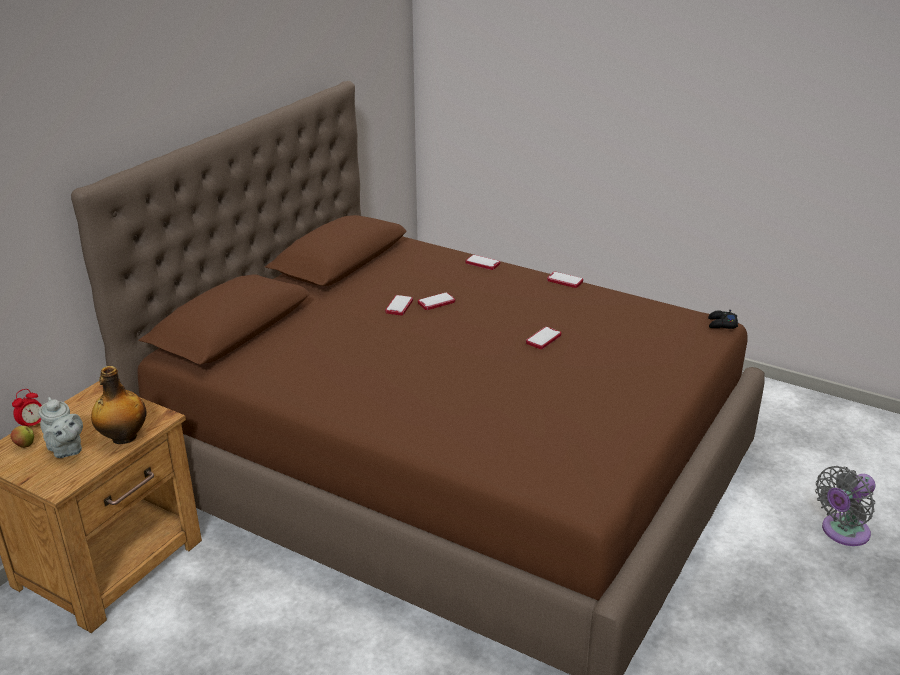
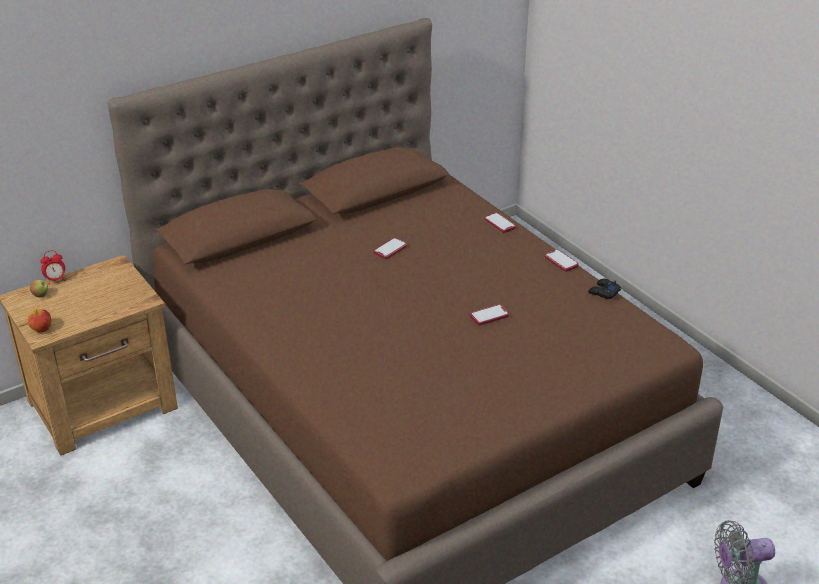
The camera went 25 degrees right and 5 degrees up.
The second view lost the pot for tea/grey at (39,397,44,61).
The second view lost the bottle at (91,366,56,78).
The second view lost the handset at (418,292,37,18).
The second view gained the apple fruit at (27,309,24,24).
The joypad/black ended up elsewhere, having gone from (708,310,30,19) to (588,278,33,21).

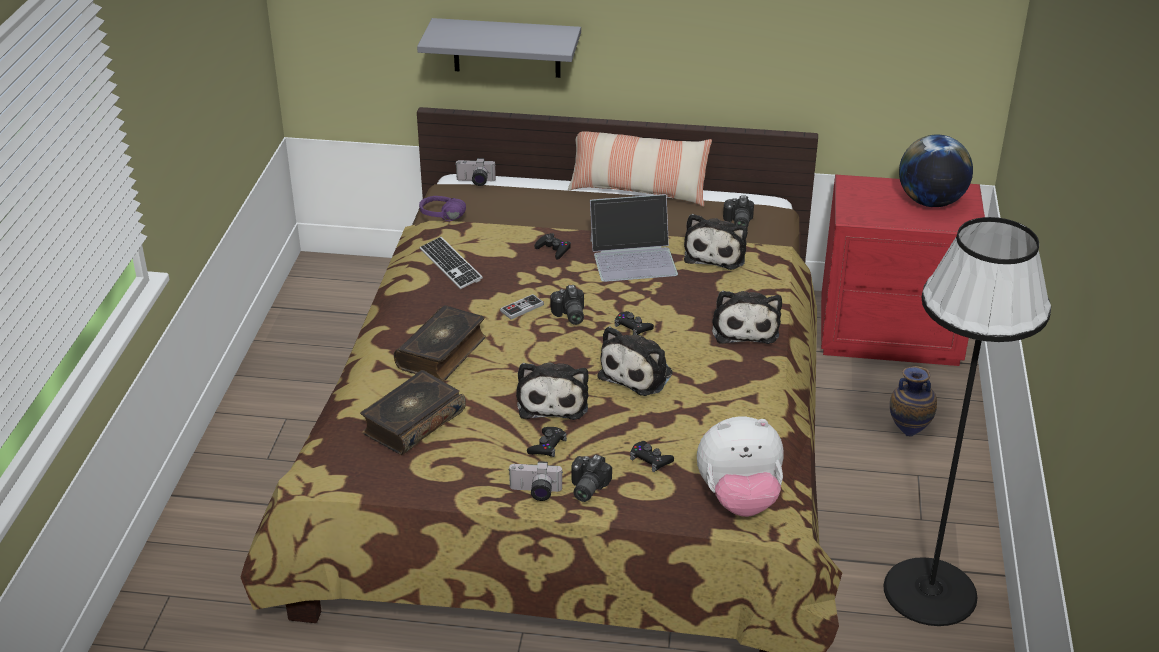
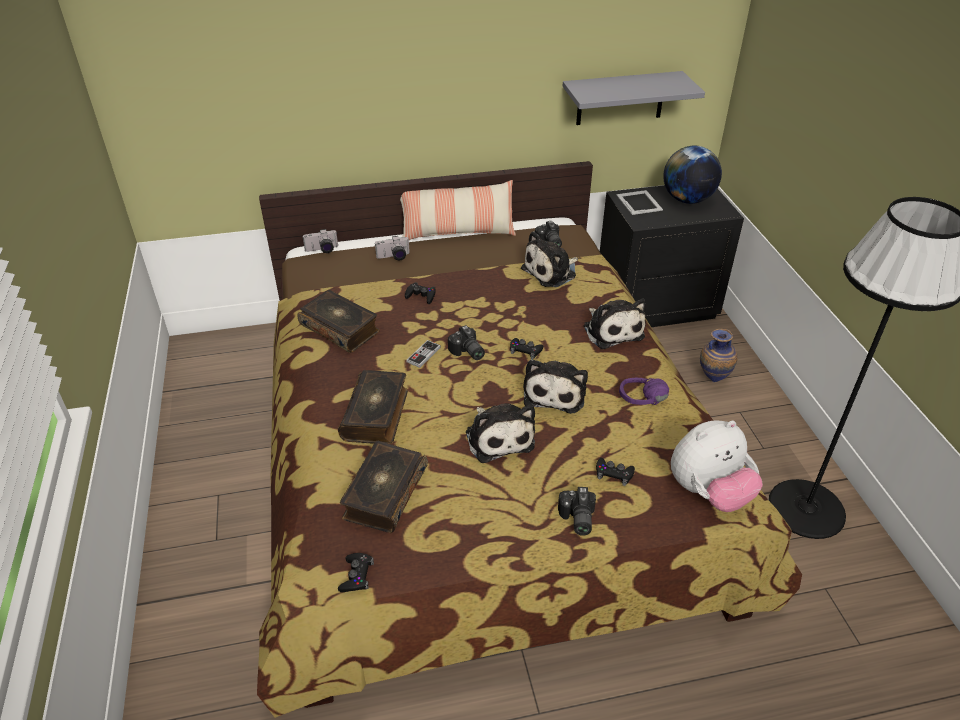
The camera went 20 degrees left and 5 degrees up.
The second view lost the laptop at (590,194,88,88).
The second view gained the photo frame at (617,190,46,25).
The bracket shelf/grey ended up elsewhere, having gone from (417,18,164,60) to (563,71,142,54).
The headset/purple ended up elsewhere, having gone from (419,196,47,25) to (619,378,50,27).
The photo camera ended up elsewhere, having gone from (508,461,54,40) to (375,236,35,24).
The joypad/black ended up elsewhere, having gone from (527,427,40,30) to (338,553,36,39).
Where the keyboard stood at (419,237,64,52), the volume came to stand at (298,290,82,63).
What was the night table/reddish at (821,175,164,191) turned into the night table/black at (600,185,144,142).
The cuddly toy at (684,214,64,56) ended up facing another way, 60 degrees clockwise from before.

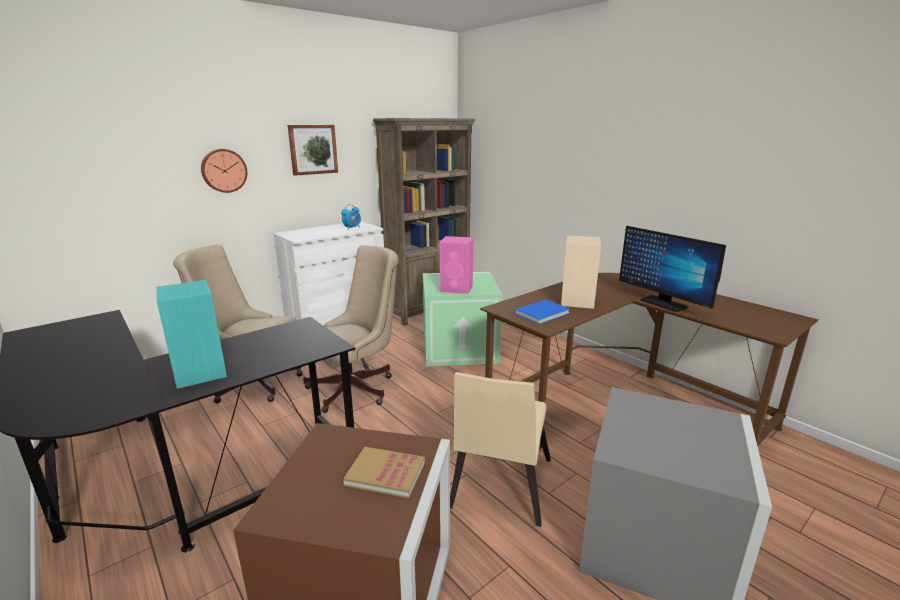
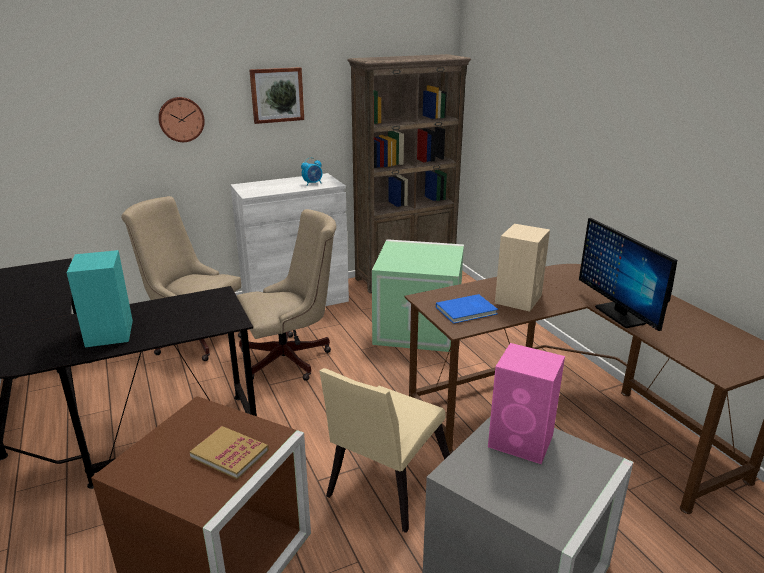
The camera went 15 degrees right and 5 degrees up.
The audio speaker/pinkish ended up elsewhere, having gone from (440,236,34,58) to (488,343,77,121).

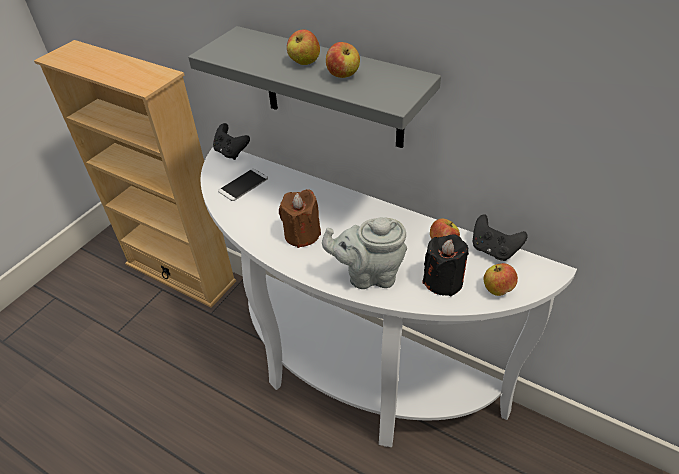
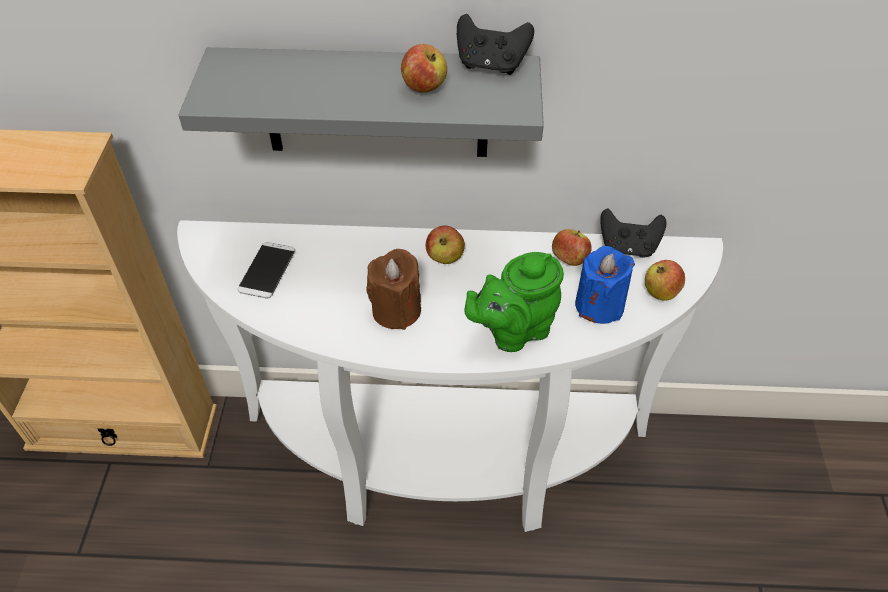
The camera went 30 degrees left and 5 degrees up.
The joypad/black ended up elsewhere, having gone from (213,123,37,37) to (457,14,77,61).
The apple fruit ended up elsewhere, having gone from (287,29,33,36) to (426,226,39,38).
What was the pot for tea/grey at (322,217,85,72) turned into the pot for tea/green at (465,252,99,100).
What was the wax light/black at (422,234,47,62) turned into the wax light/bluish at (575,246,60,78).

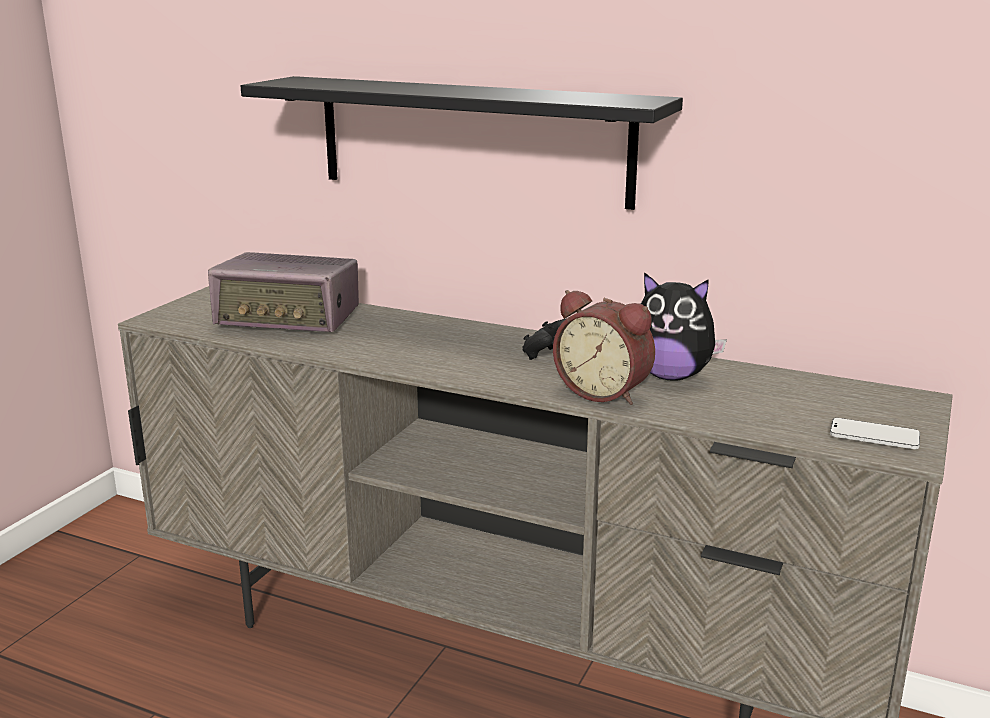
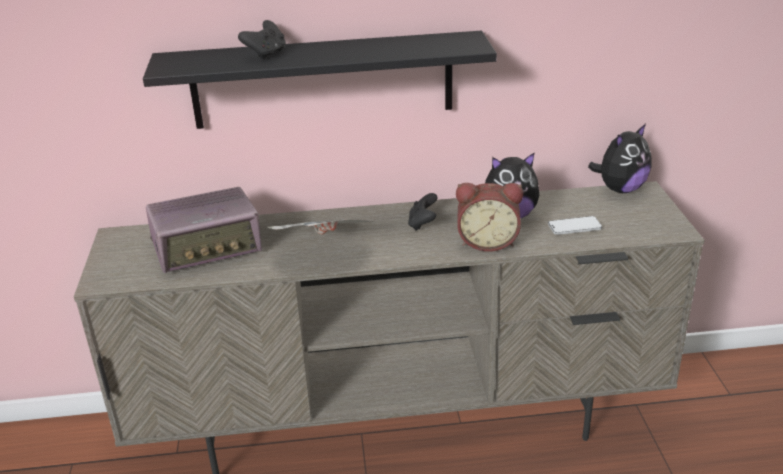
The camera went 30 degrees left and 10 degrees up.
The second view gained the joypad/black at (238,20,48,40).
The second view gained the newspaper at (267,219,108,16).
The second view gained the cuddly toy at (588,124,64,69).
The handset ended up elsewhere, having gone from (830,418,90,31) to (548,216,54,19).

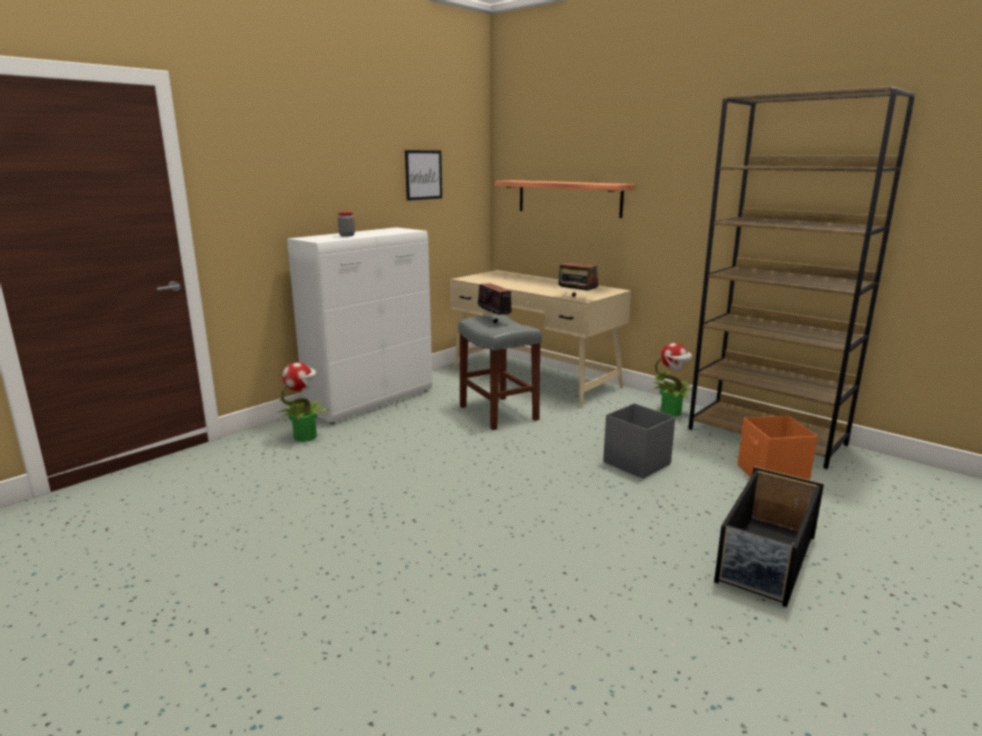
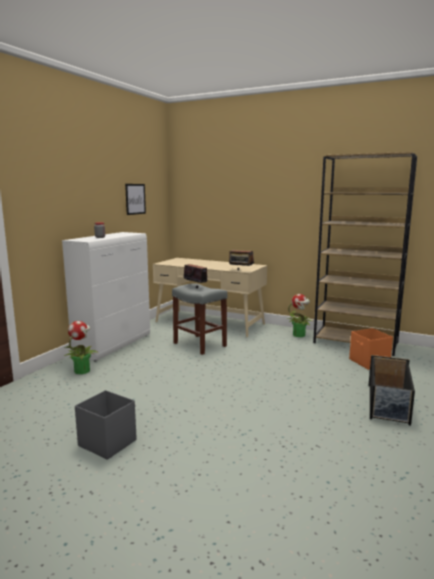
The camera went 15 degrees left and 5 degrees down.
The second view lost the bracket shelf at (494,180,141,38).
The storage box/grey ended up elsewhere, having gone from (603,403,72,76) to (75,390,62,70).

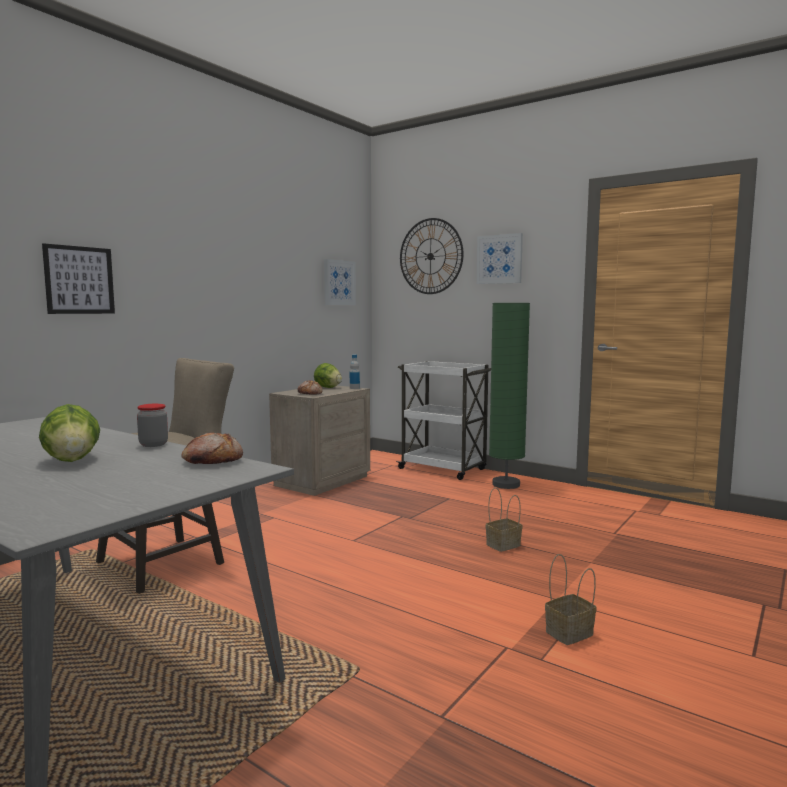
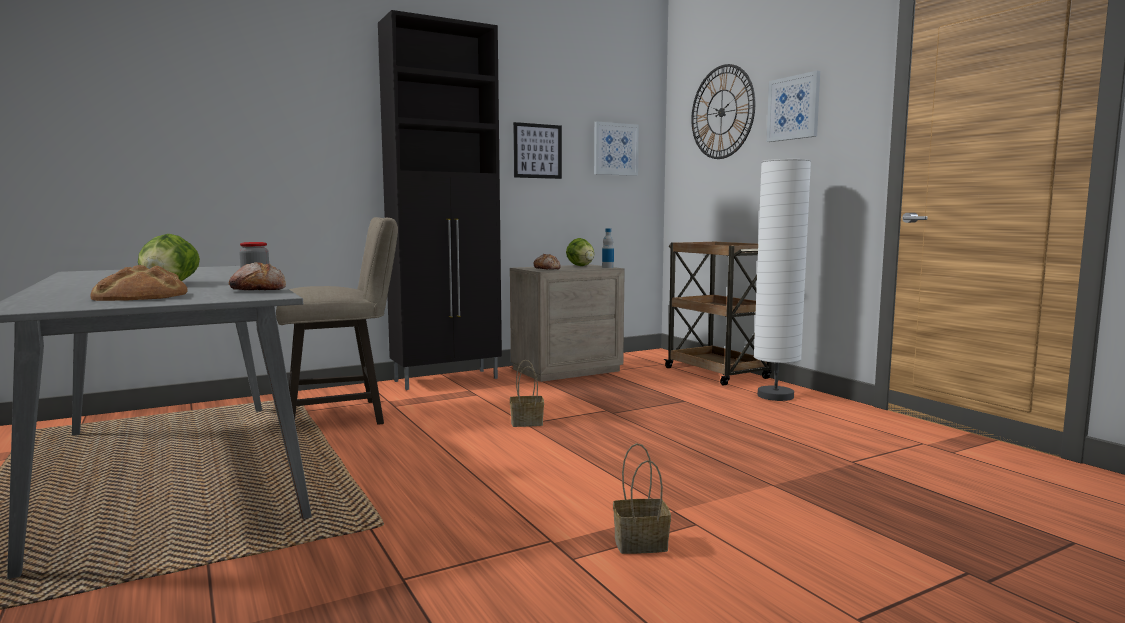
The camera went 25 degrees right and 0 degrees up.
The second view gained the baked bread at (90,265,98,36).
The second view gained the cupboard/black at (378,10,124,380).
The picture ended up elsewhere, having gone from (42,243,73,71) to (513,122,49,57).
The household basket ended up elsewhere, having gone from (486,488,36,64) to (510,360,34,67).
What was the wheeled cart/white at (396,361,95,119) turned into the wheeled cart/brownish at (663,241,109,145).
What was the standing lamp/green at (489,303,41,186) turned into the standing lamp/white at (754,159,57,242).

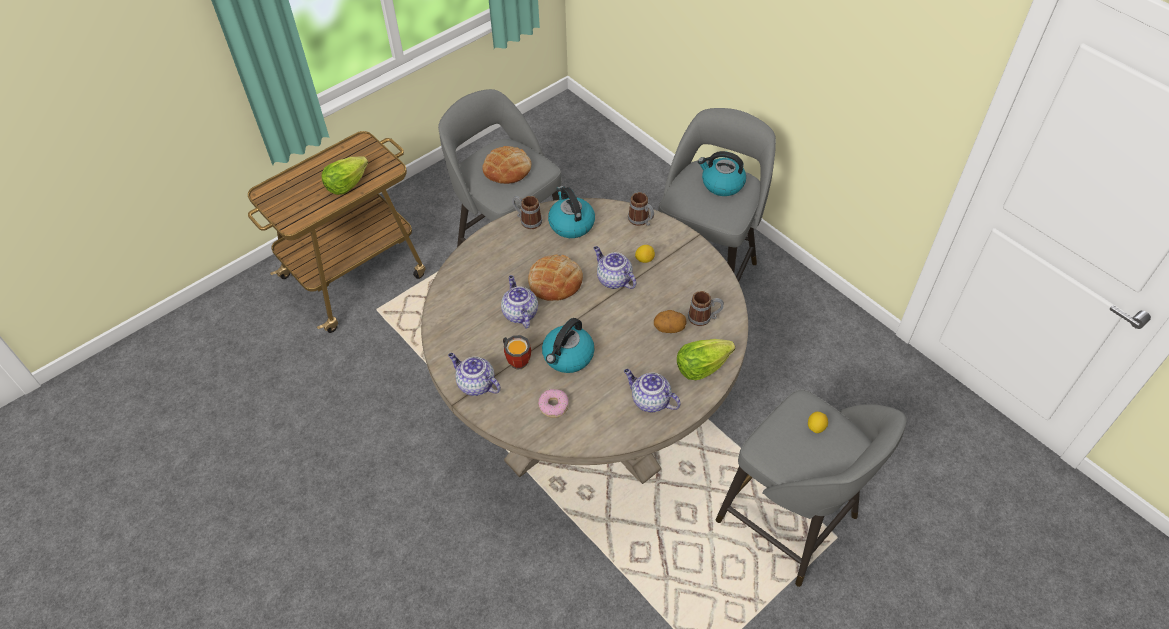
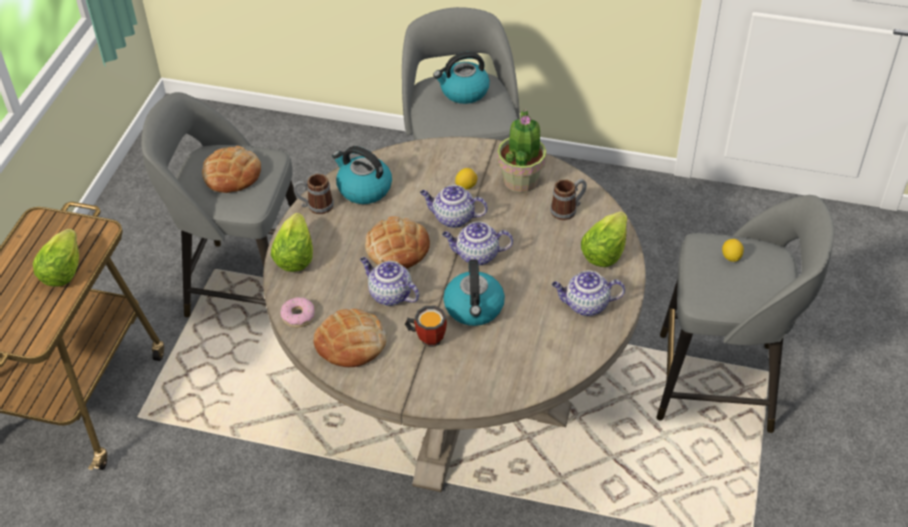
The camera went 35 degrees left and 5 degrees down.
The second view lost the tea mug at (628,192,26,34).
The second view lost the potato at (654,310,33,23).
The second view gained the head of lettuce at (271,213,42,59).
The second view gained the baked bread at (314,309,72,58).
The second view gained the potted plant at (497,109,49,84).
The pot for tea ended up elsewhere, having gone from (448,353,53,43) to (442,221,71,45).
The doughnut ended up elsewhere, having gone from (538,389,31,29) to (281,297,34,30).

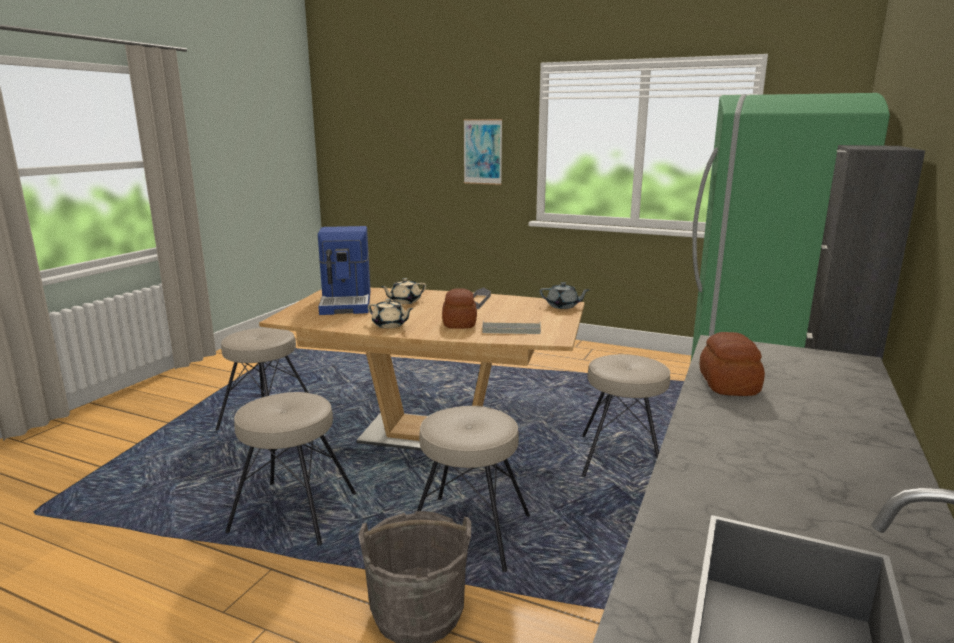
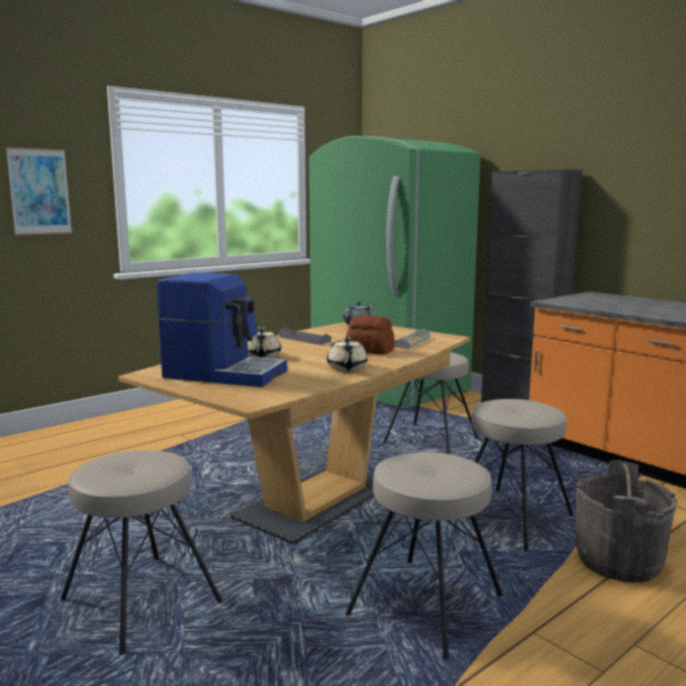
The camera went 65 degrees left and 5 degrees down.
The second view lost the baked bread at (700,332,65,64).
The pot for tea/beige-coloured at (368,299,45,29) ended up facing another way, 120 degrees clockwise from before.

